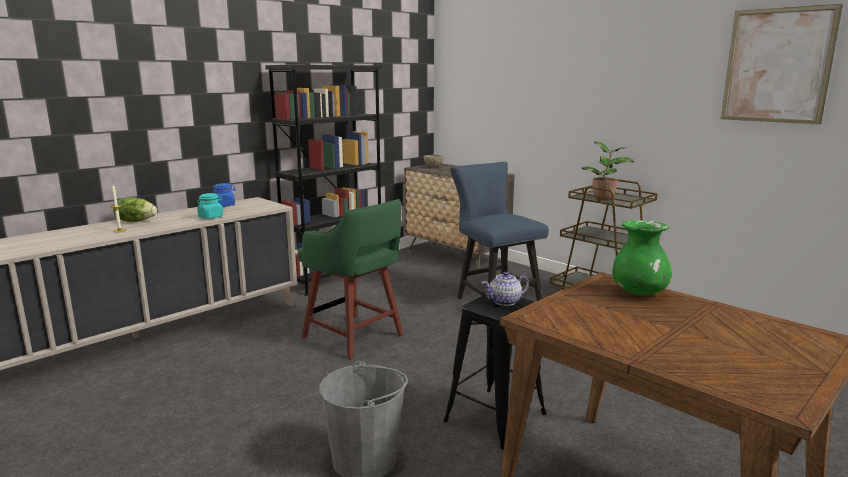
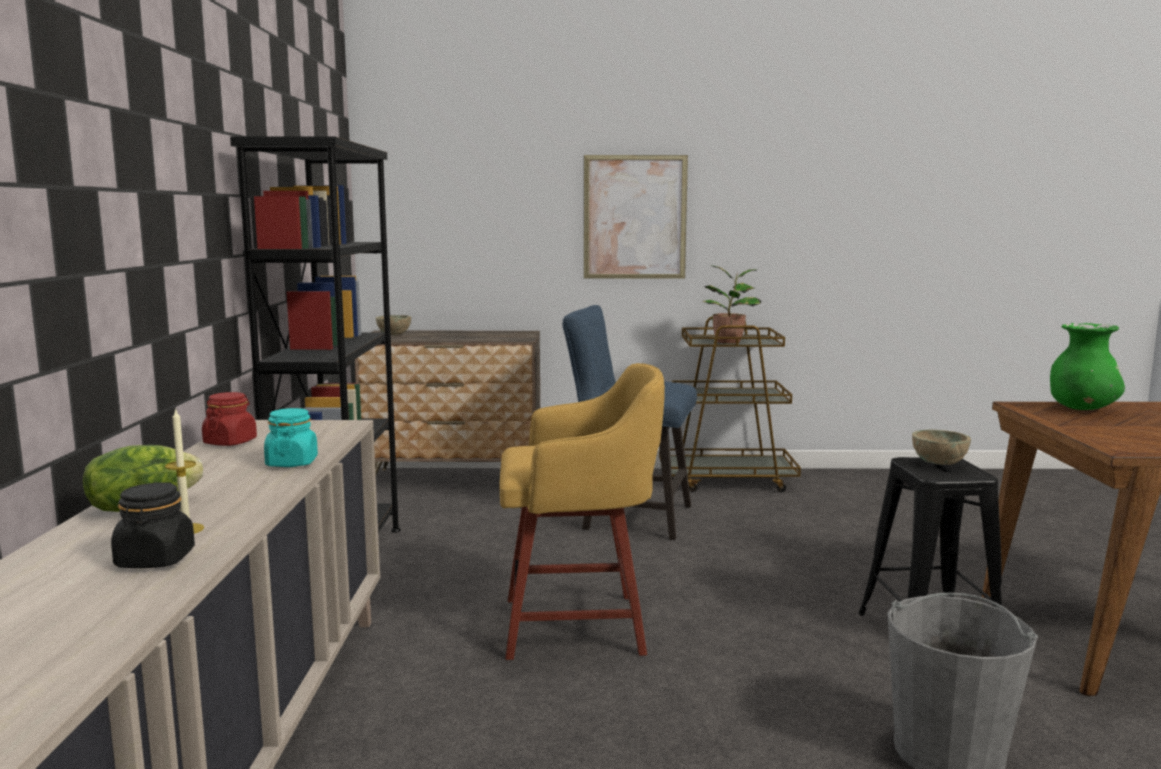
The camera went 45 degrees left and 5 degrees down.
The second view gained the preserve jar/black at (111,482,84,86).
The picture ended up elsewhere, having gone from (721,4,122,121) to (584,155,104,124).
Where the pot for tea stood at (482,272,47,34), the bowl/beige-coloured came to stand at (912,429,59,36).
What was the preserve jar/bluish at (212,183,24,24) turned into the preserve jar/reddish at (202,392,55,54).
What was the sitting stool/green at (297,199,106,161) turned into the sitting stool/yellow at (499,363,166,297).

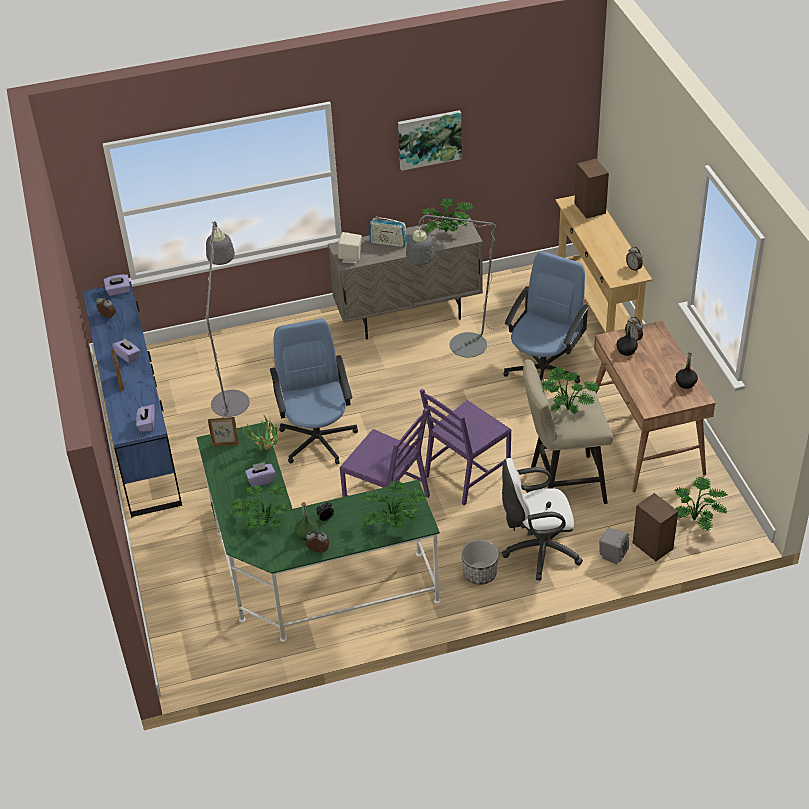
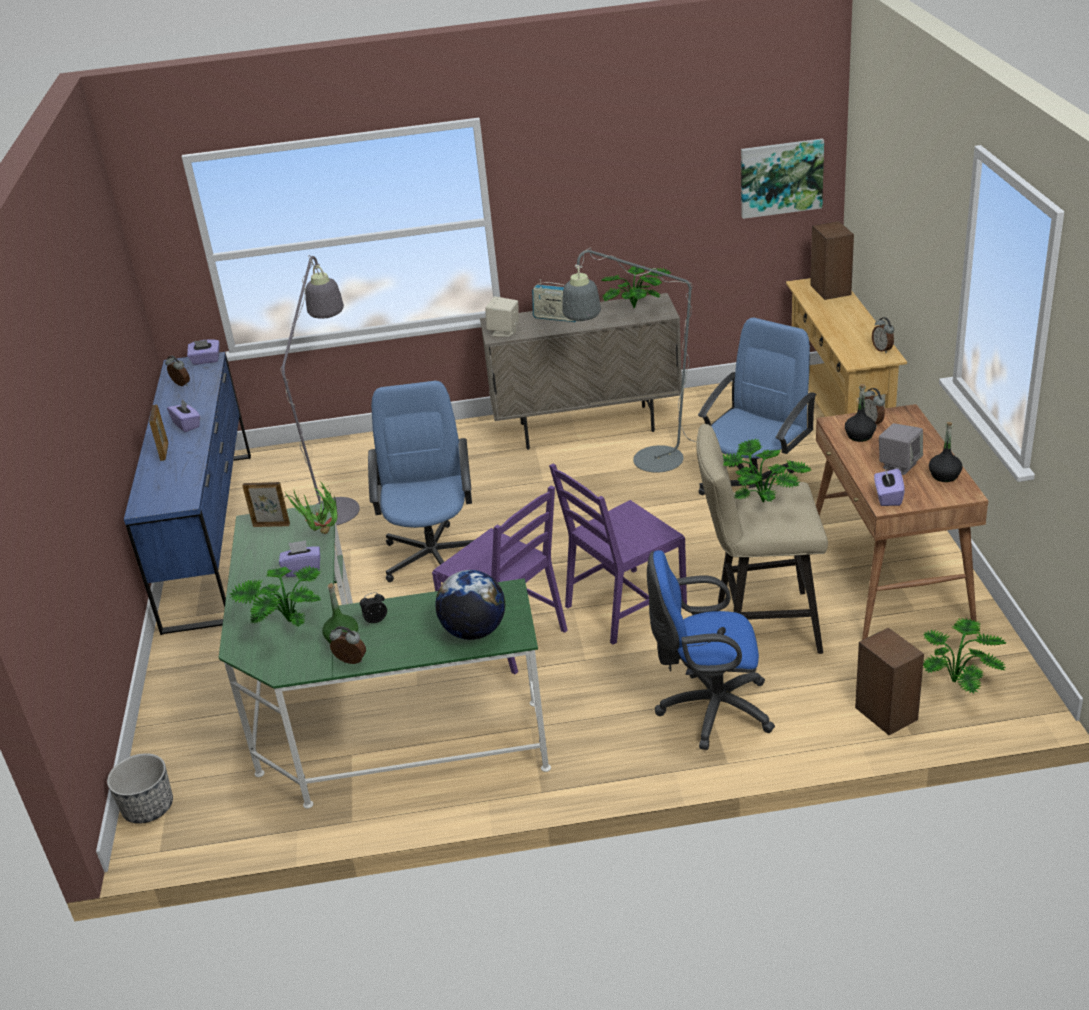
The camera went 10 degrees right and 10 degrees down.
The tissue box/purple ended up elsewhere, having gone from (136,404,19,28) to (874,468,31,38).
The picture ended up elsewhere, having gone from (398,110,64,61) to (741,138,83,81).
The flower pot ended up elsewhere, having gone from (461,539,38,46) to (107,753,66,71).
The audio speaker/grey ended up elsewhere, having gone from (599,528,30,37) to (879,423,44,52).
Where the potted plant stood at (362,480,66,49), the world globe came to stand at (435,570,70,70).
What was the office chair/white at (502,458,81,122) turned into the office chair/bluish at (647,550,128,200).

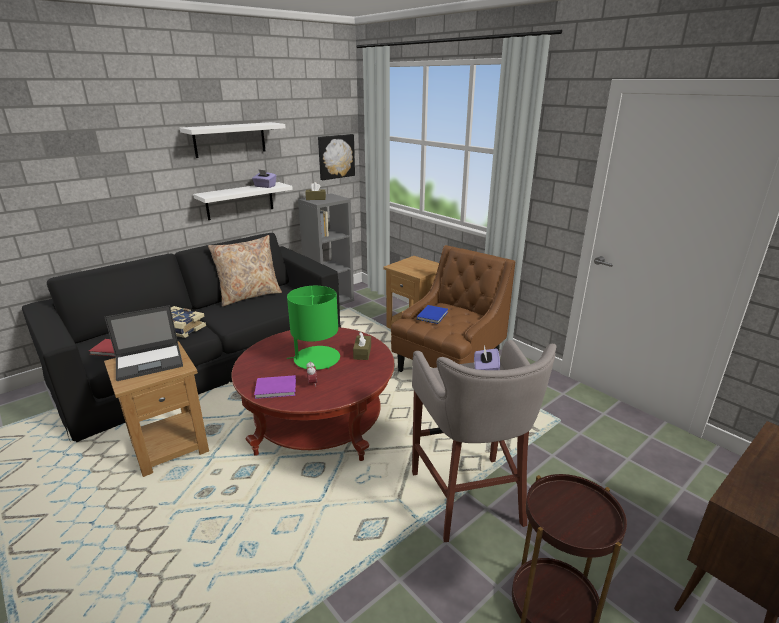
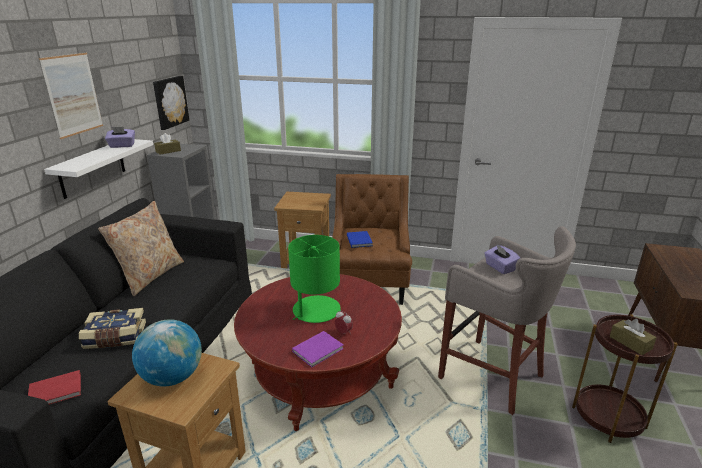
The camera went 35 degrees left and 0 degrees up.
The tissue box/brownish ended up elsewhere, having gone from (353,331,18,29) to (610,319,47,36).
Where the laptop stood at (105,305,78,76), the world globe came to stand at (132,319,70,67).
Where the bracket shelf/white hung at (180,122,106,36), the picture came to hang at (39,53,64,86).

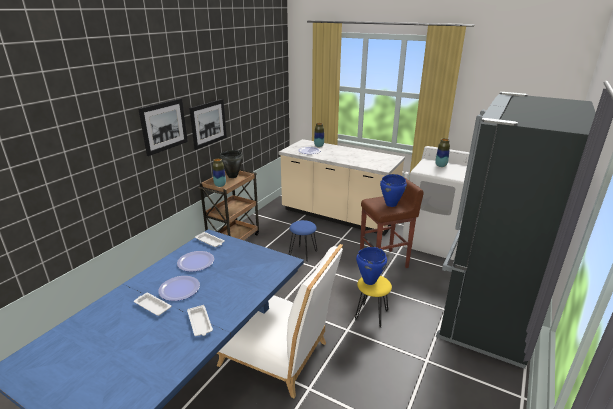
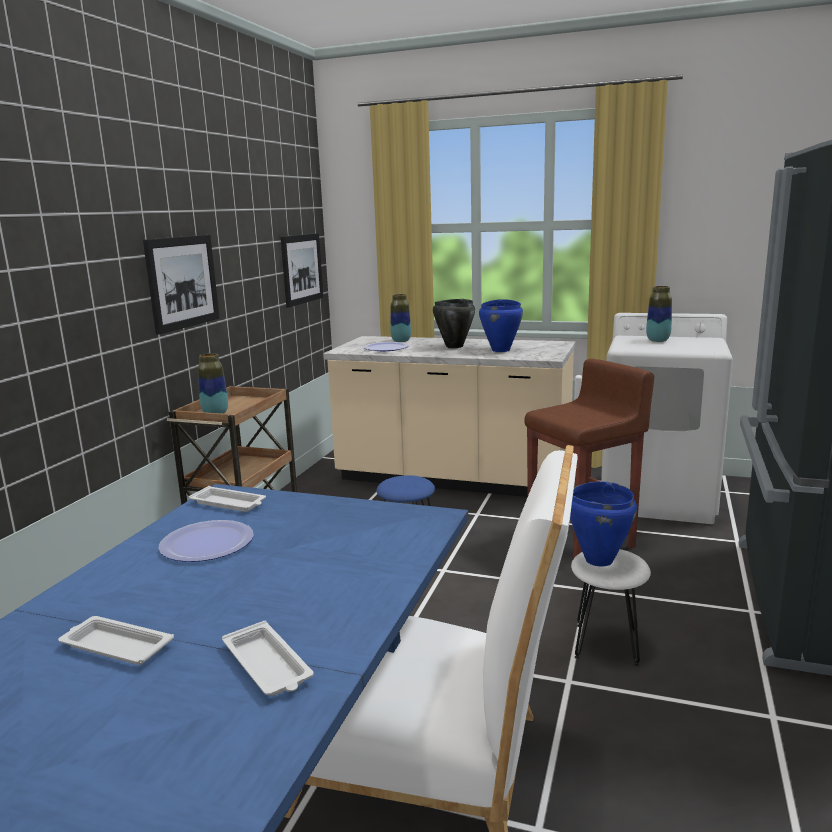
The camera went 10 degrees left and 10 degrees down.
The second view lost the dinner plate at (158,276,42,25).
The picture ended up elsewhere, having gone from (139,98,49,58) to (280,233,43,74).
The stockpot/black ended up elsewhere, having gone from (219,150,24,28) to (433,299,42,49).
The stockpot/bluish ended up elsewhere, having gone from (380,174,27,33) to (479,299,44,53).
What was the sitting stool/yellow at (355,276,37,52) turned into the sitting stool/white at (571,549,80,117).

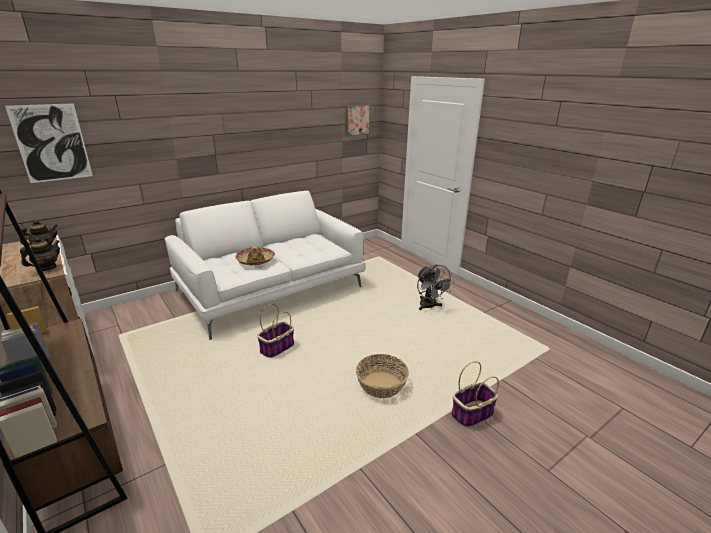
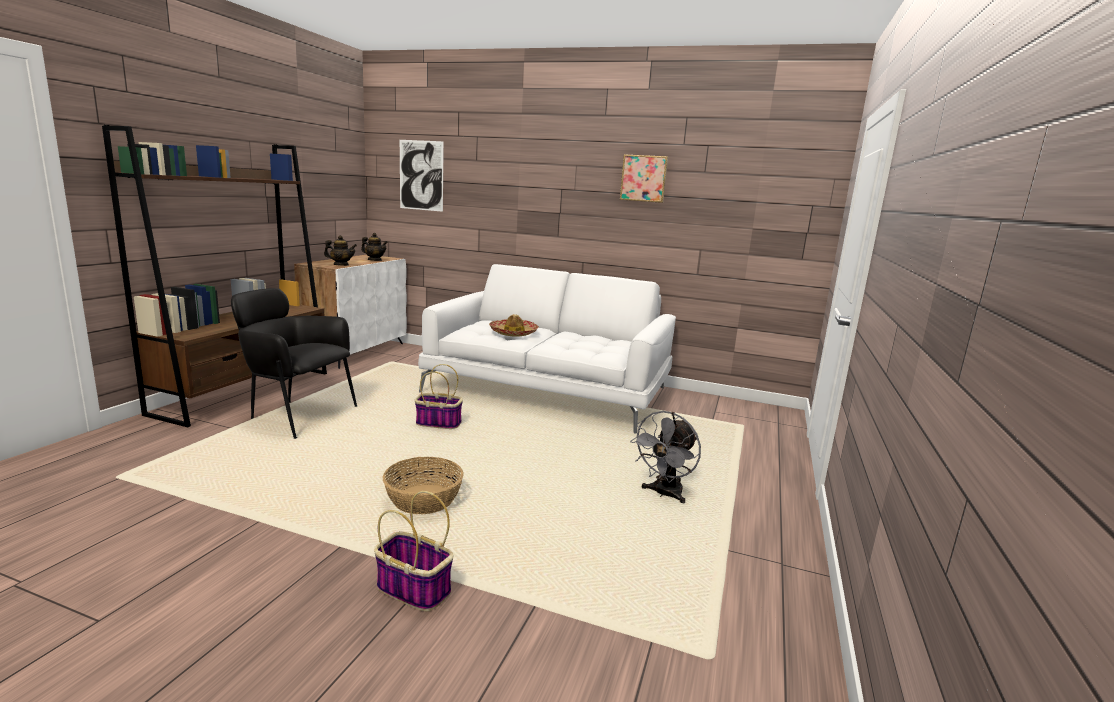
The camera went 55 degrees right and 10 degrees down.
The second view gained the easy chair/black at (231,288,126,151).
The picture ended up elsewhere, having gone from (345,105,26,31) to (620,155,48,48).

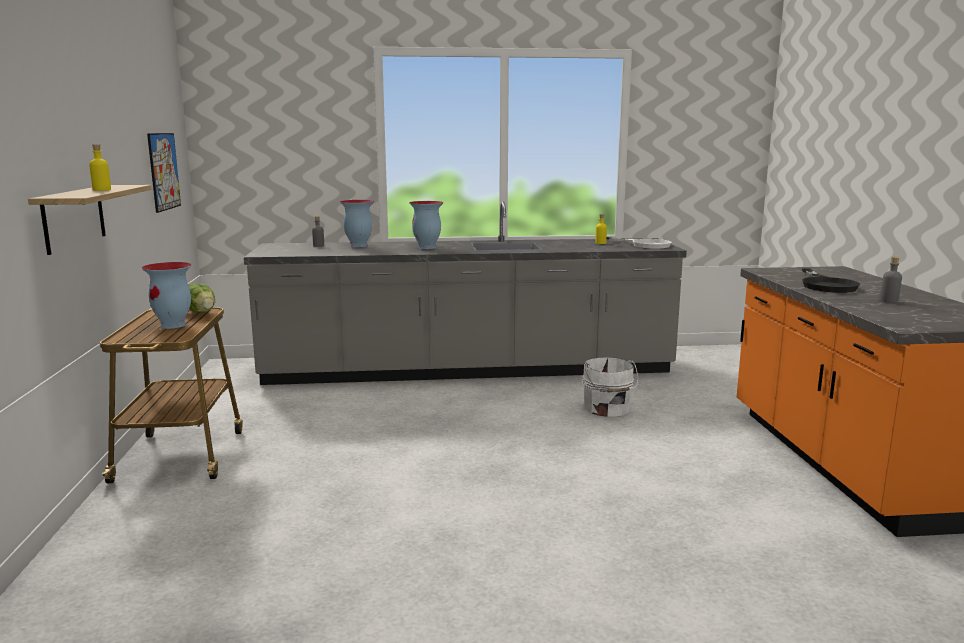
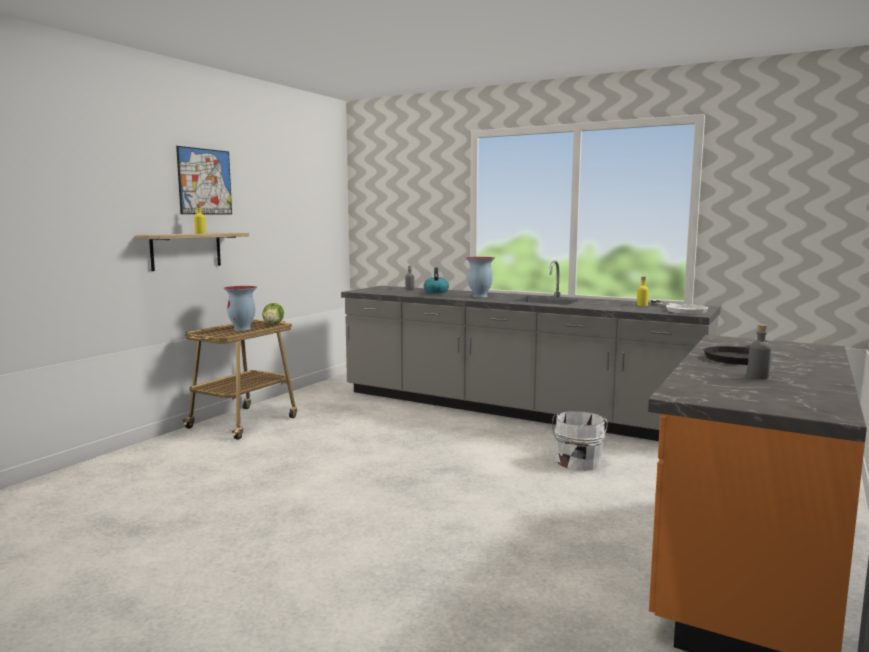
The camera went 35 degrees right and 5 degrees down.
The picture ended up elsewhere, having gone from (147,133,34,80) to (176,146,56,69).
Where the flower vase stood at (340,200,34,47), the water kettle came to stand at (423,267,26,26).

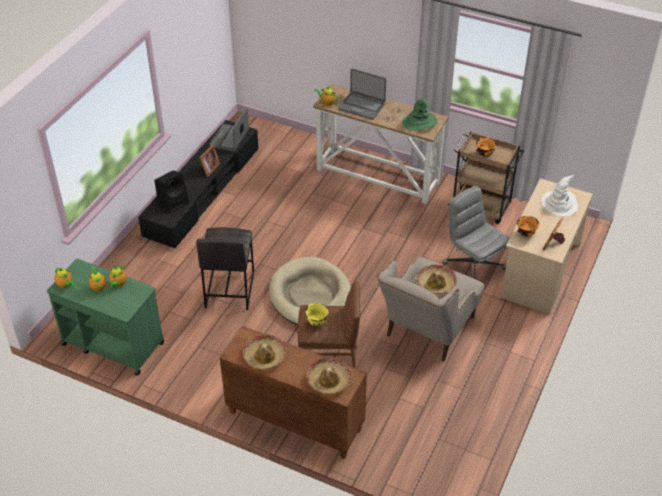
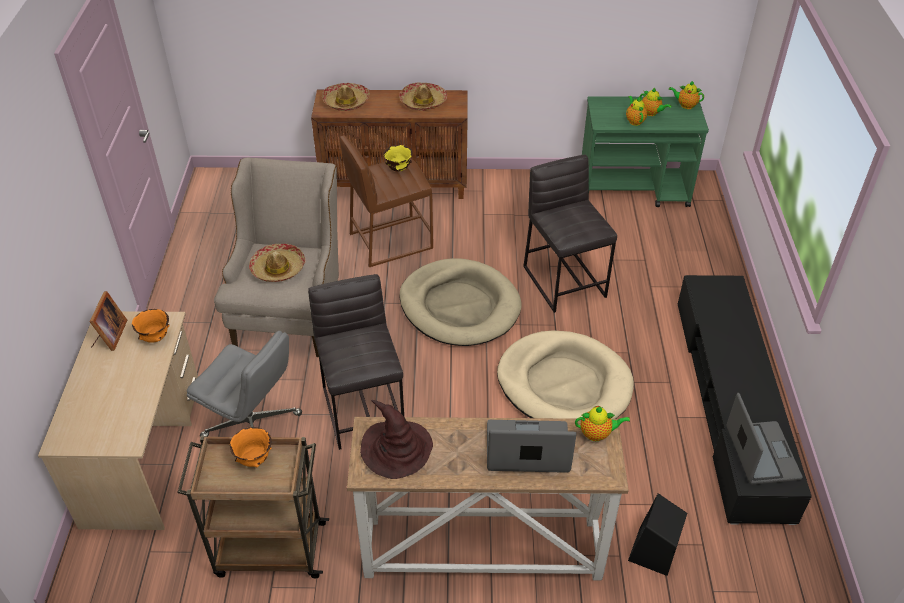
The camera went 155 degrees right and 0 degrees up.
The second view lost the photo frame at (198,145,22,32).
The second view lost the clothing hat/white at (541,175,37,42).
The second view gained the sitting stool/grey at (308,274,96,176).
The second view gained the dog cushion/beige-coloured at (497,331,137,88).
The audio speaker/black ended up elsewhere, having gone from (154,170,35,43) to (628,493,59,83).
What was the clothing hat/green at (402,98,36,33) turned into the clothing hat/brownish at (360,400,73,79).

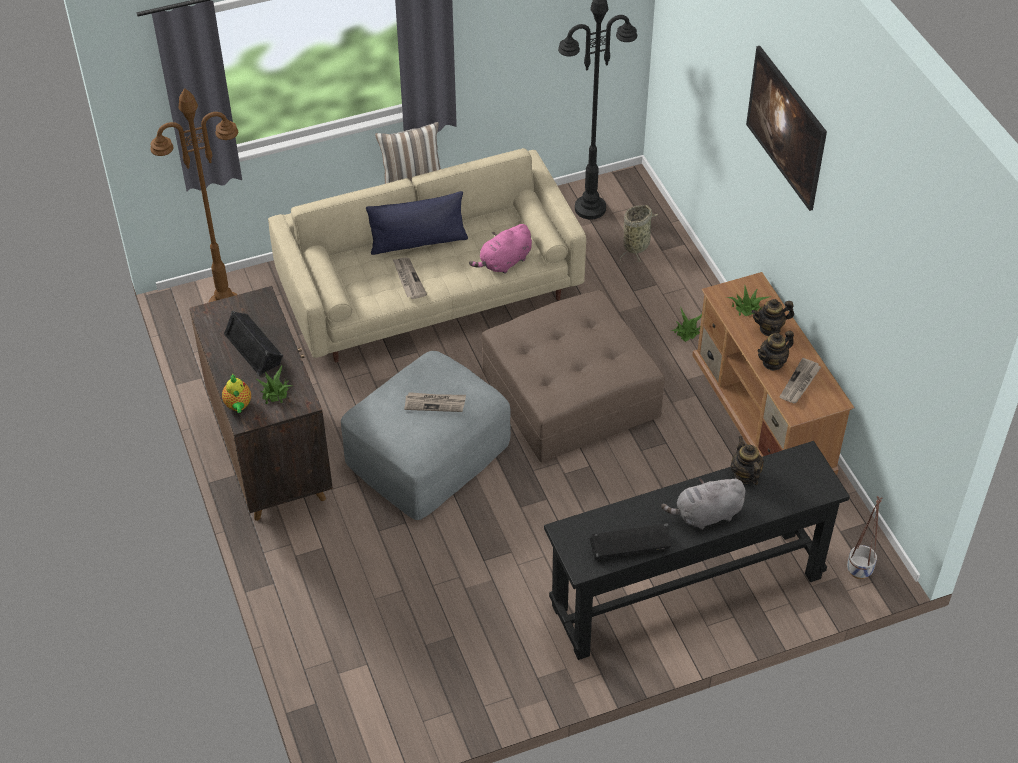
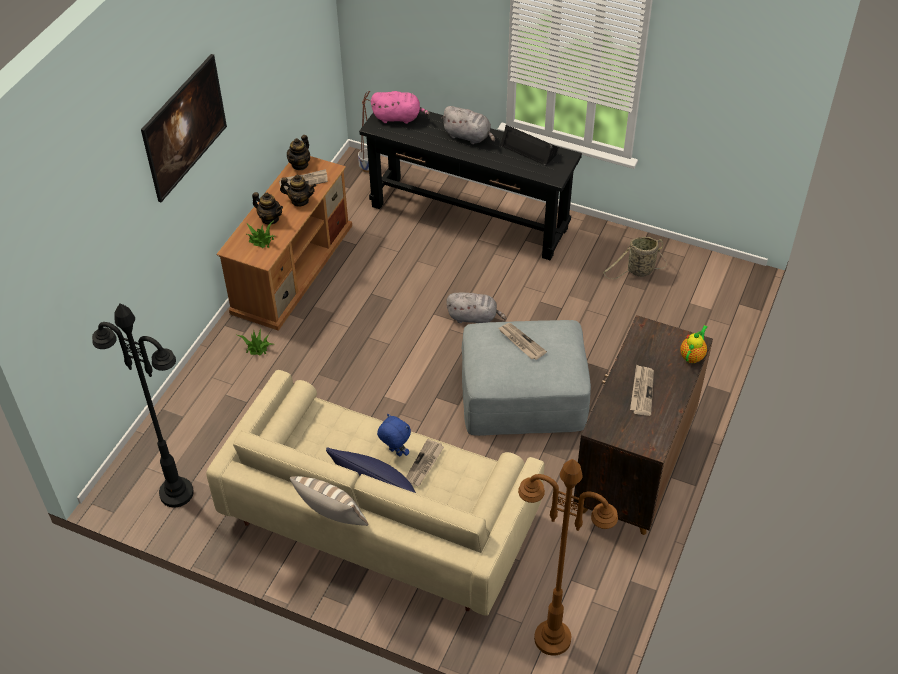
The camera went 135 degrees left and 0 degrees up.
The second view lost the potted plant at (256,366,37,38).
The second view lost the ottoman/brownish at (482,290,183,173).
The second view gained the cuddly toy/bluish at (377,414,34,42).
The second view gained the cuddly toy/grey at (446,292,61,31).
The cuddly toy/pinkish ended up elsewhere, having gone from (469,224,63,50) to (371,91,59,33).
The household basket ended up elsewhere, having gone from (620,205,38,58) to (603,237,64,42).
The pot for tea ended up elsewhere, having gone from (731,436,33,49) to (287,135,23,35).
Where the audio speaker/black stood at (224,311,59,65), the newspaper came to stand at (630,364,24,52).

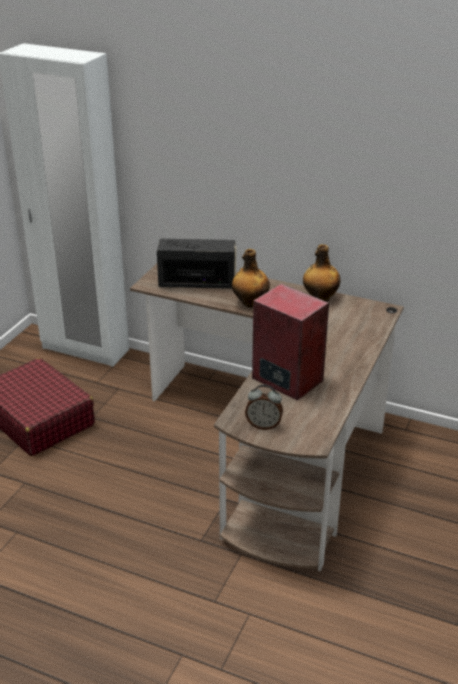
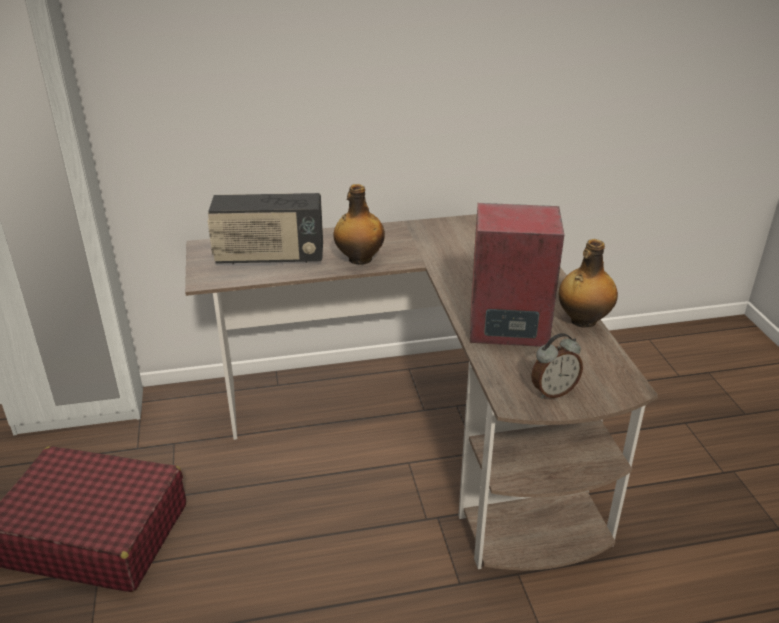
The camera went 35 degrees left and 0 degrees up.
The bottle ended up elsewhere, having gone from (303,244,38,58) to (559,239,59,88).
The radio set at (157,239,79,50) ended up facing another way, 150 degrees counterclockwise from before.

